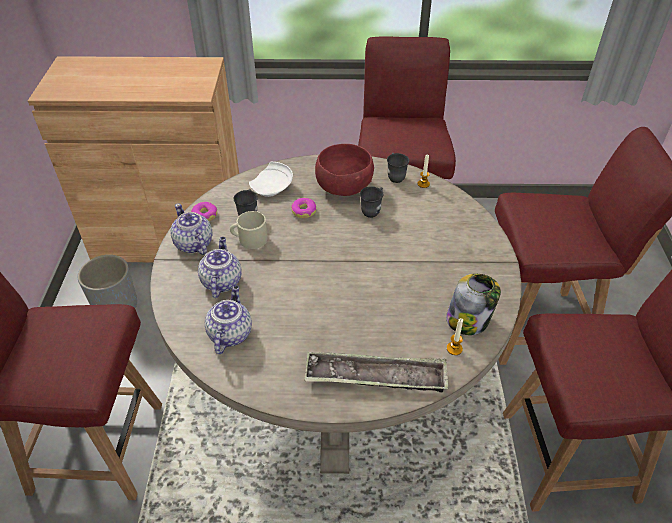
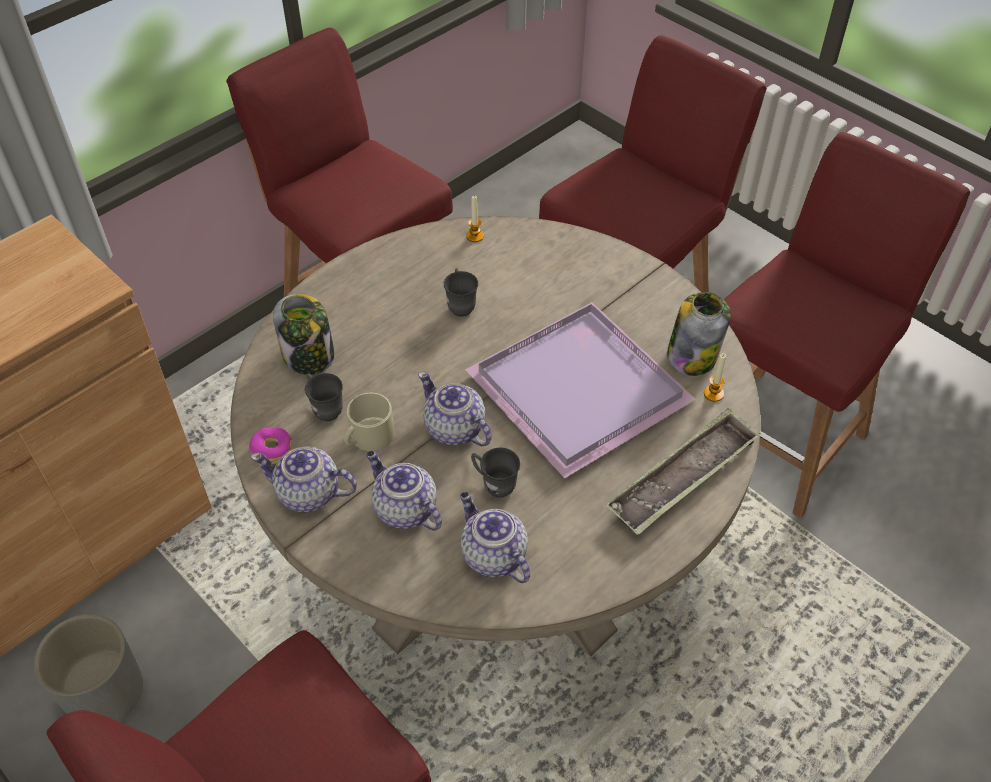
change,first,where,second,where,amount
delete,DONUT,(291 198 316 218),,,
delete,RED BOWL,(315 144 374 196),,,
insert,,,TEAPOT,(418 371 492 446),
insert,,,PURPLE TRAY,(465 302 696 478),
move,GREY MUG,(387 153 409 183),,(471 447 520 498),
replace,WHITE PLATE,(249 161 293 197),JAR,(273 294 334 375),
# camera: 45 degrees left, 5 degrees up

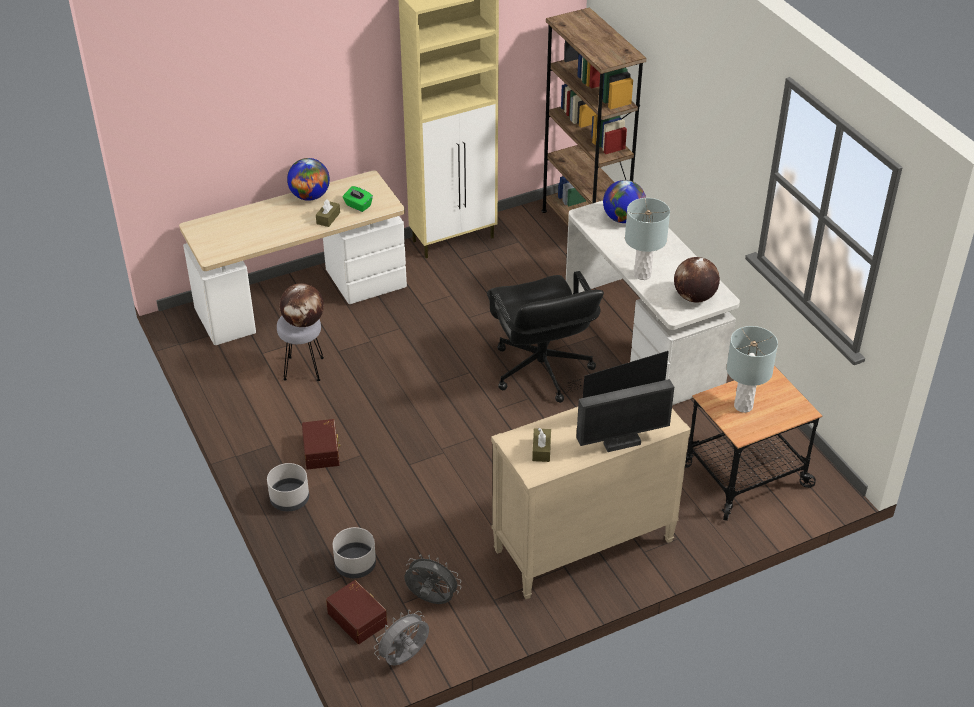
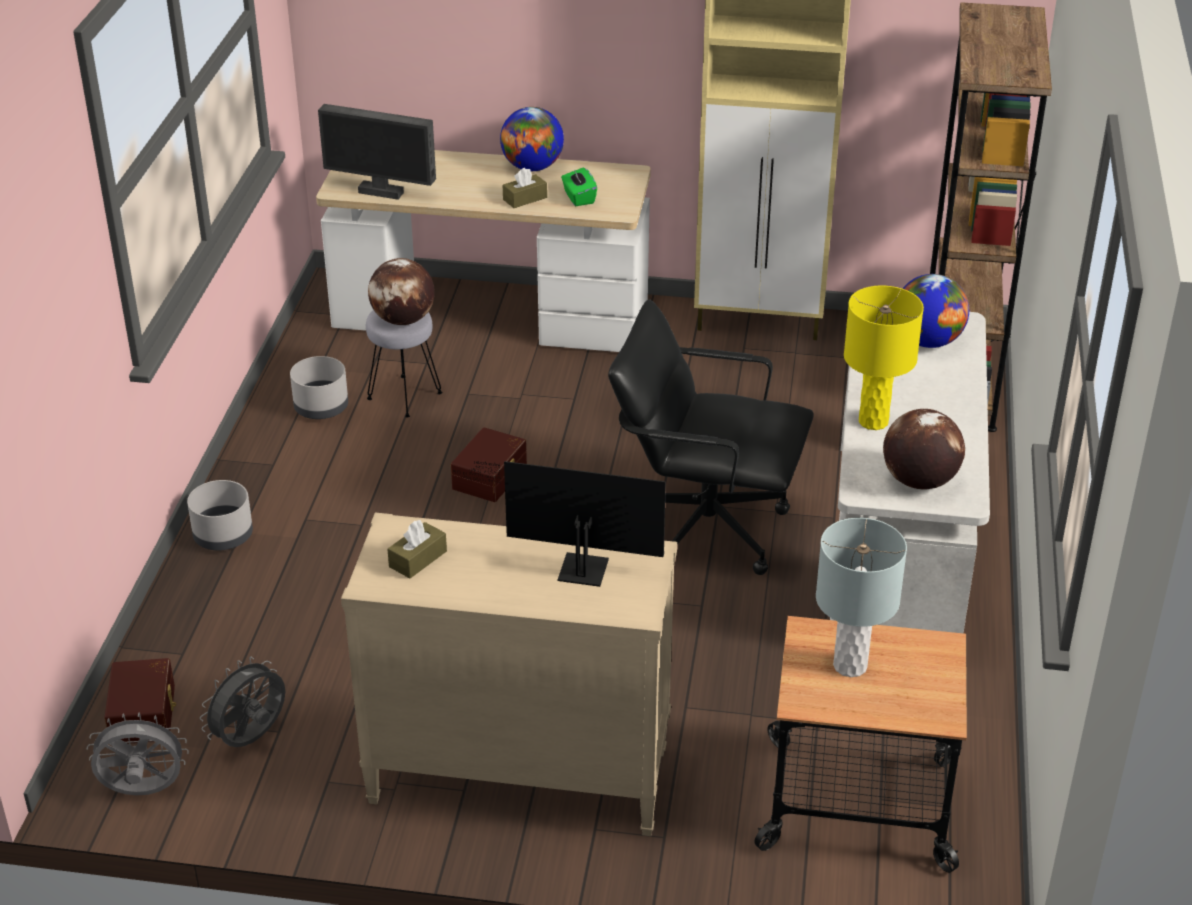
change,first,where,second,where,amount
move,BROWN STORAGE BOX,(302 419 341 470),,(451 427 527 502),
move,GREY PLANTER,(333 527 376 578),,(290 356 348 419),
move,MONITOR,(576 379 674 452),,(318 104 436 200),
recolor,GREY TABLE LAMP,(625 198 670 280),YELLOW TABLE LAMP,(844 285 924 430),
rotate,GREY FAN,(404 554 461 604),,(200 656 285 747),105 degrees counterclockwise
rotate,BLACK OFFICE CHAIR,(487 271 604 403),,(608 299 814 575),90 degrees clockwise
# camera: 35 degrees right, 5 degrees down

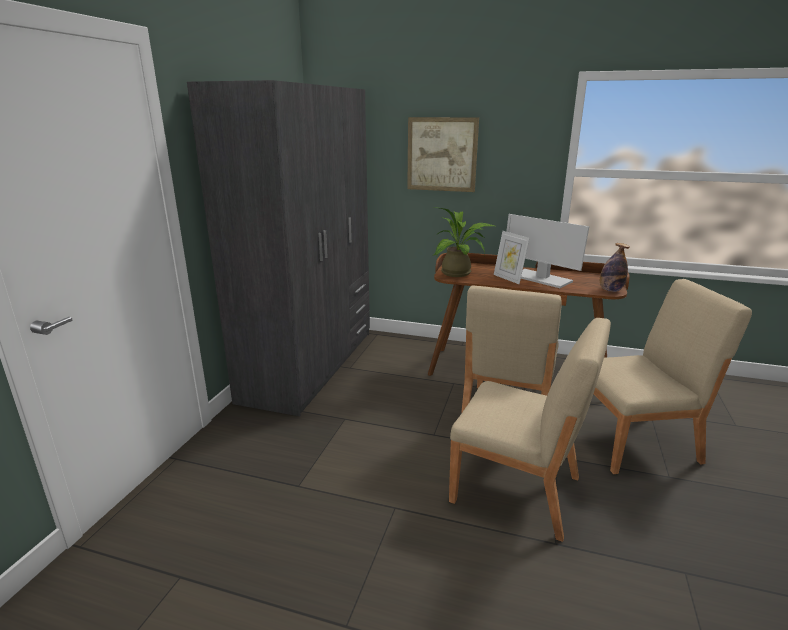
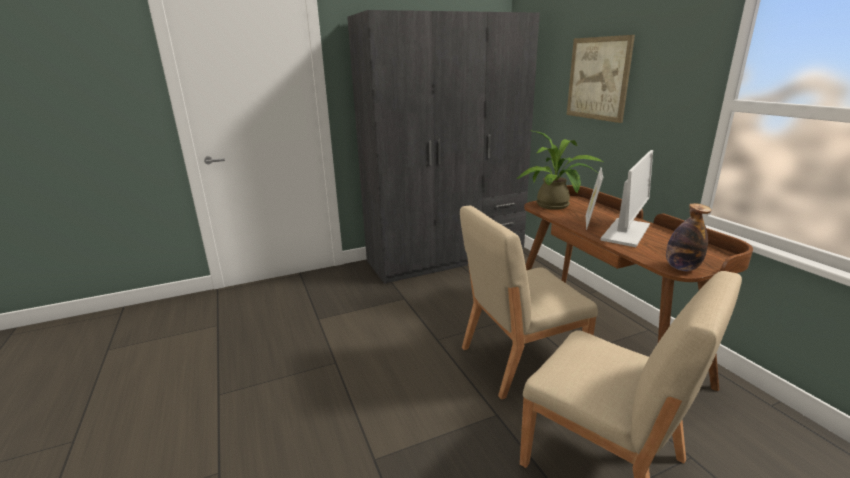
change,first,where,second,where,amount
delete,BEIGE CHAIR,(449 318 611 542),,,
rotate,MONITOR,(506 214 590 288),,(600 150 653 247),150 degrees counterclockwise
# camera: 50 degrees right, 0 degrees up

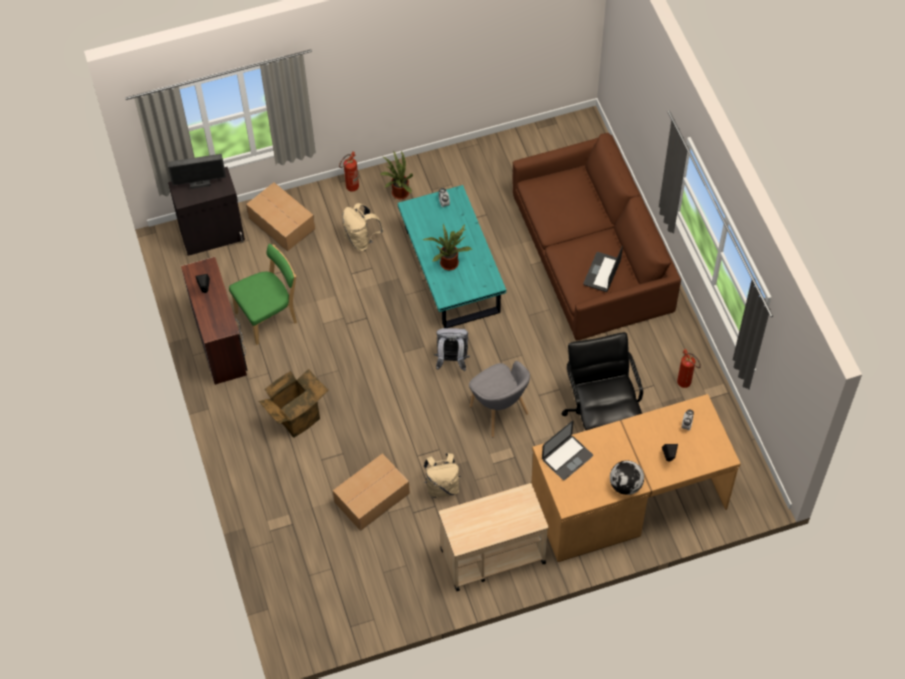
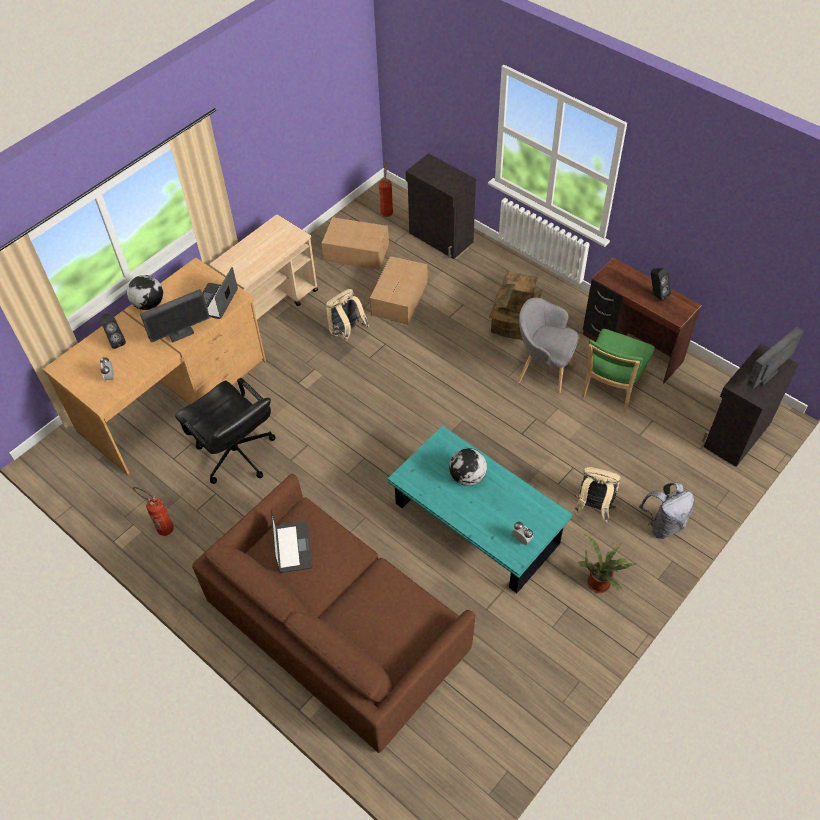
change,first,where,second,where,amount
insert,,,MONITOR,(140 289 210 343),
insert,,,BLACK CABINET,(406 153 476 259),
move,CARDBOARD BOX,(246 182 315 251),,(322 217 389 270),
move,FIRE EXTINGUISHER,(339 151 359 192),,(379 161 393 217),
move,GREY BACKPACK,(434 328 470 371),,(639 482 694 539),
move,GREY ARMCHAIR,(469 361 530 437),,(517 298 579 394),
replace,POTTED PLANT,(423 223 472 270),GLOBE,(449 448 487 486),
# camera: 150 degrees right, 5 degrees down

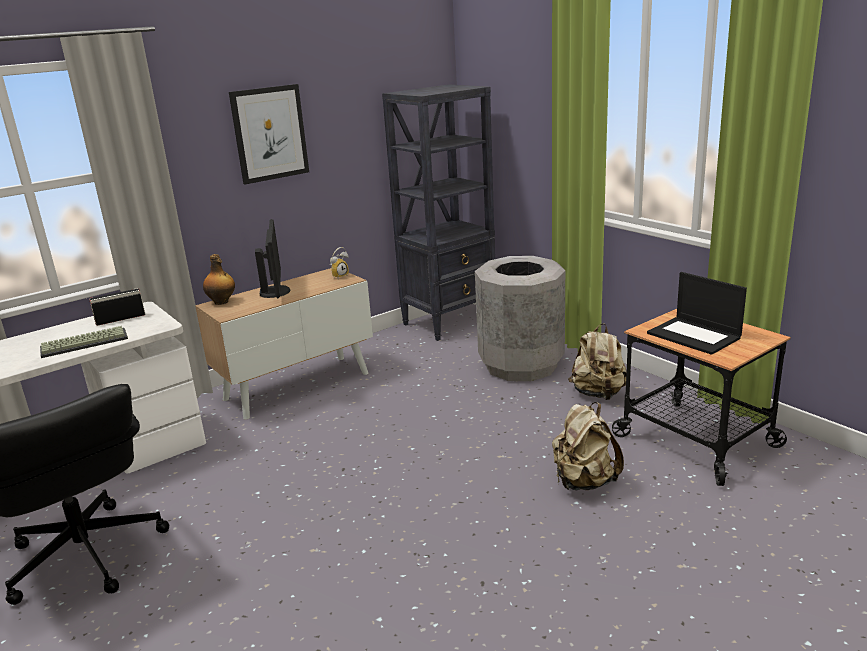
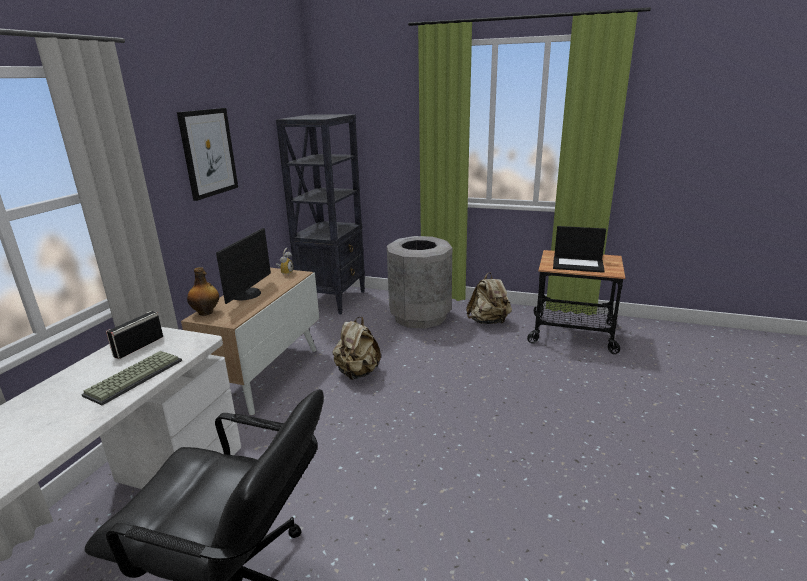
change,first,where,second,where,amount
move,BEIGE BACKPACK,(552 402 624 490),,(332 317 381 380),
rotate,MONITOR,(255 219 291 298),,(216 228 271 304),60 degrees clockwise
# camera: 35 degrees left, 0 degrees up

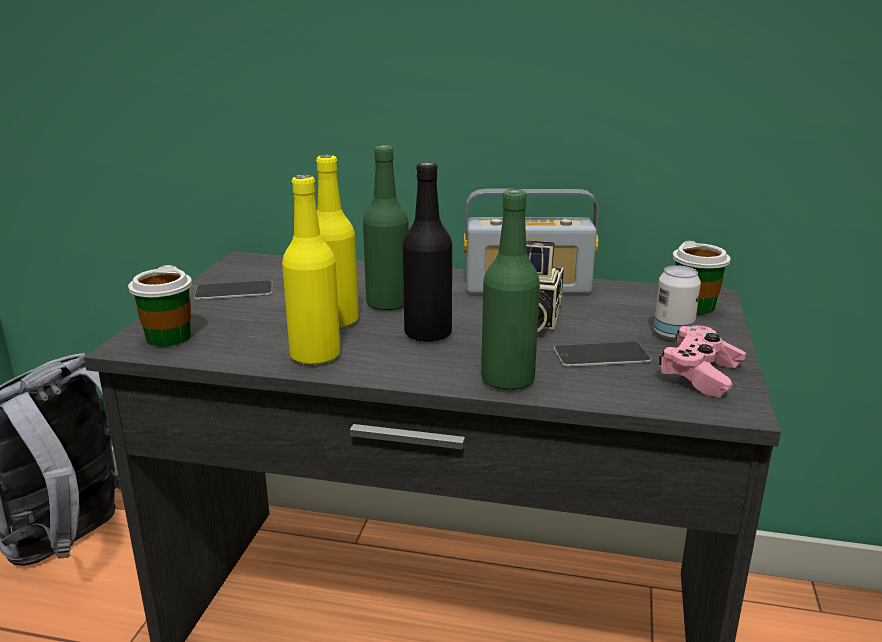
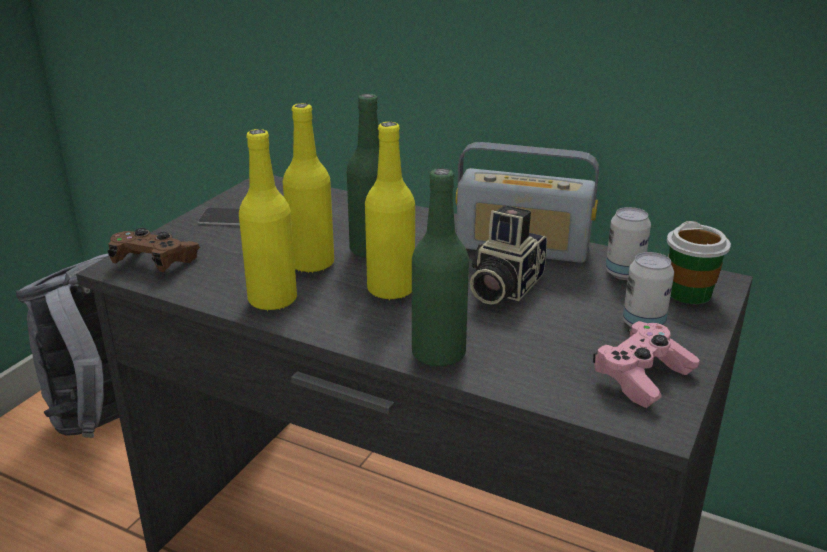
change,first,where,second,where,amount
delete,PHONE,(554 342 651 367),,,
insert,,,CAN,(605 207 651 280),
replace,CUP,(128 265 192 347),BROWN GAME CONTROLLER,(108 228 200 272),
recolor,BLACK BOTTLE,(403 162 452 342),YELLOW BOTTLE,(365 122 415 300),
# camera: 15 degrees right, 5 degrees up

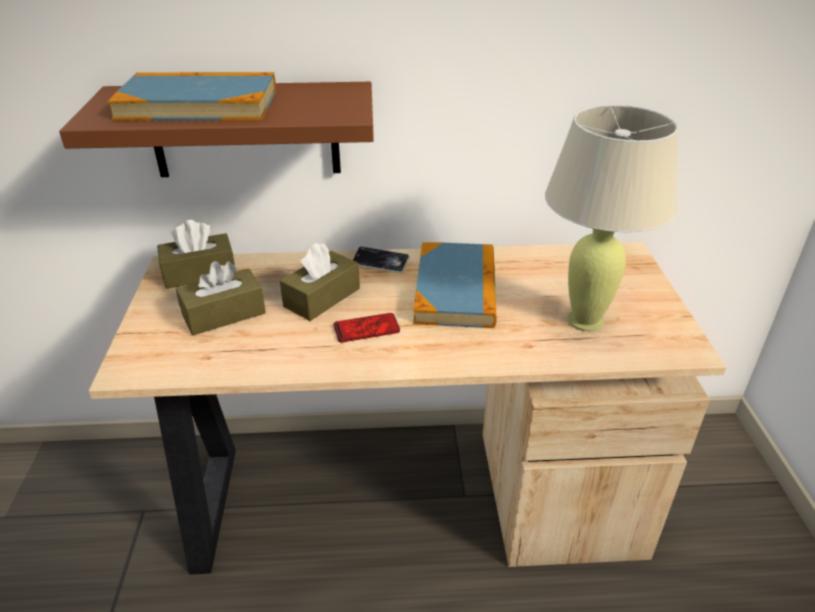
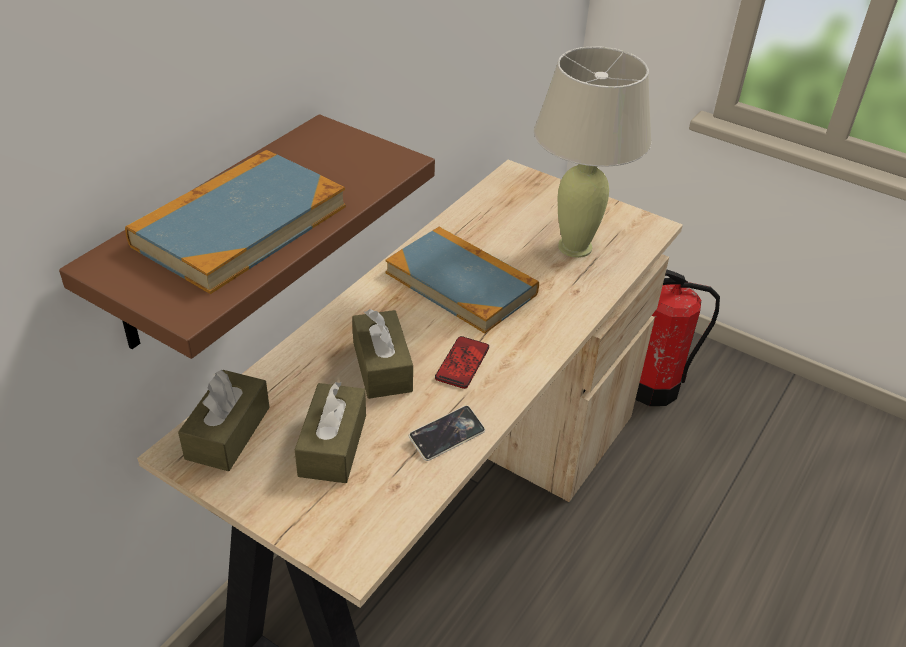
change,first,where,second,where,amount
insert,,,FIRE EXTINGUISHER,(635 269 720 406),
move,PHONE,(353 246 409 273),,(409 405 485 461),
# camera: 55 degrees left, 5 degrees up

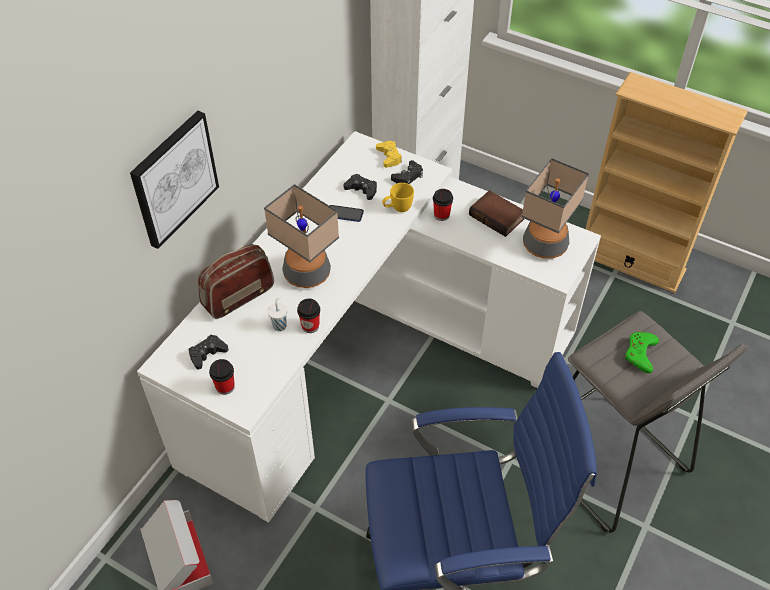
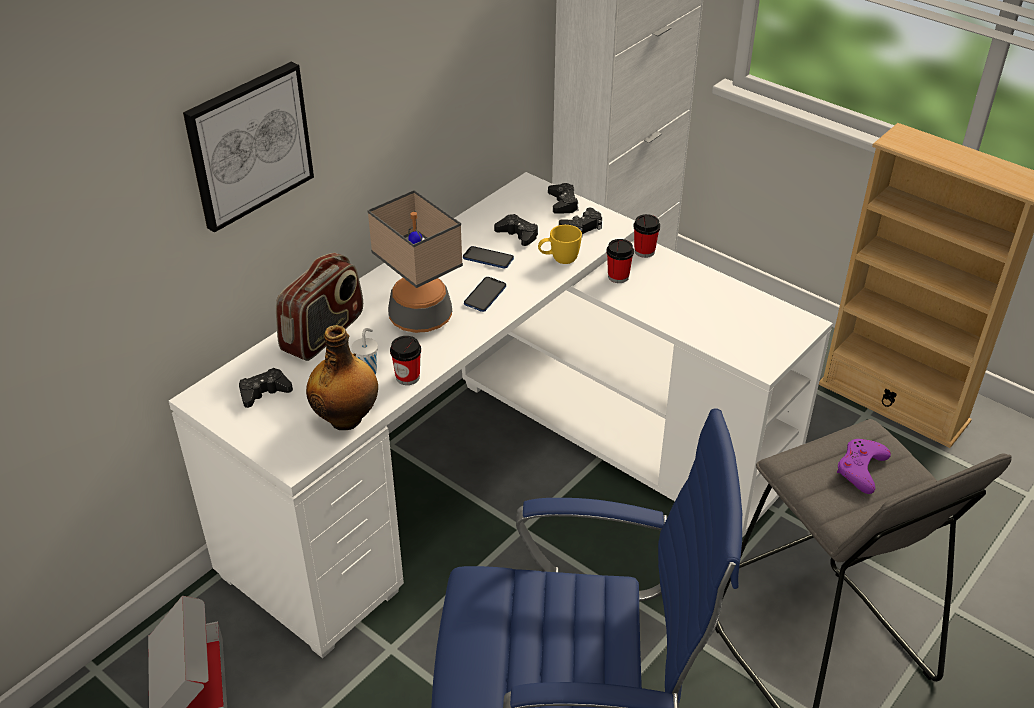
change,first,where,second,where,amount
delete,BOOK,(469 190 524 237),,,
delete,TABLE LAMP,(521 158 589 259),,,
insert,,,BOTTLE,(306 325 378 430),
insert,,,PHONE,(464 277 506 312),
move,CUP,(209 359 235 395),,(633 214 660 258),
recolor,YELLOW GAME CONTROLLER,(376 141 402 168),BLACK GAME CONTROLLER,(548 183 578 214),
recolor,GREEN GAME CONTROLLER,(625 332 659 373),PURPLE GAME CONTROLLER,(837 439 891 494),
rotate,RADIO,(198 244 274 319),,(276 253 363 361),150 degrees clockwise
# camera: 10 degrees right, 10 degrees down

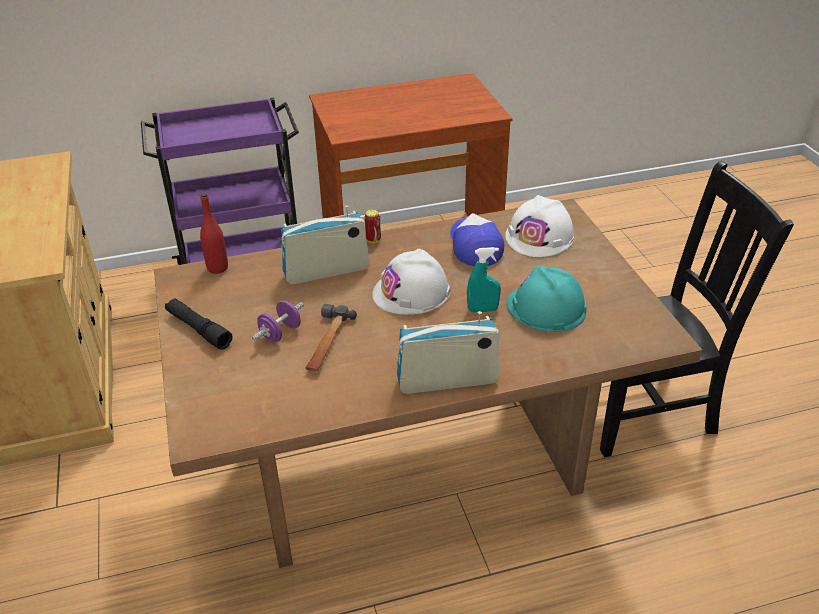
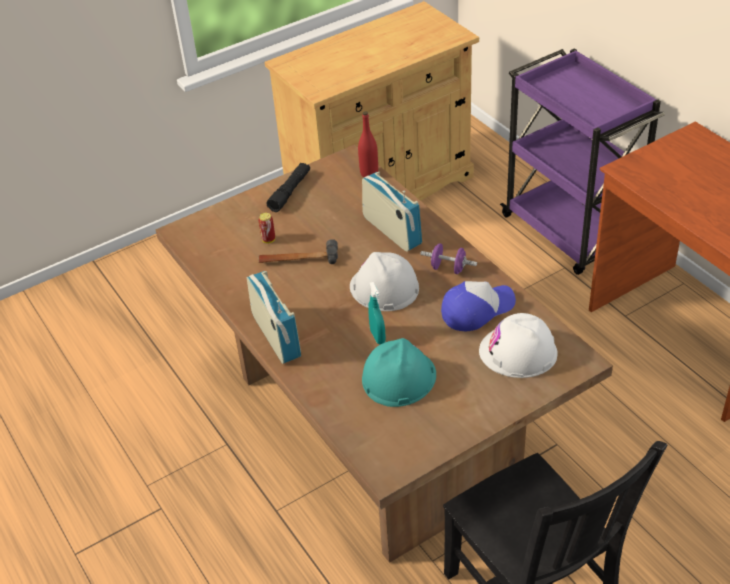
change,first,where,second,where,amount
move,PURPLE DUMBBELL,(252 300 304 342),,(420 243 477 274),
move,CAN,(365 210 381 243),,(258 213 275 243),
# camera: 75 degrees right, 5 degrees up

